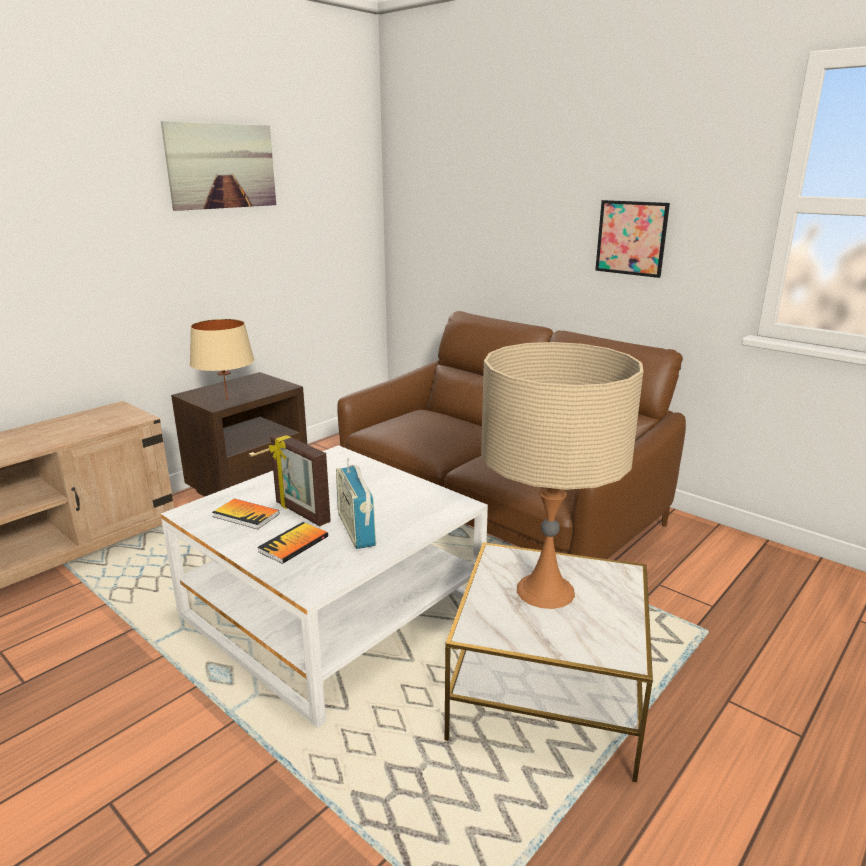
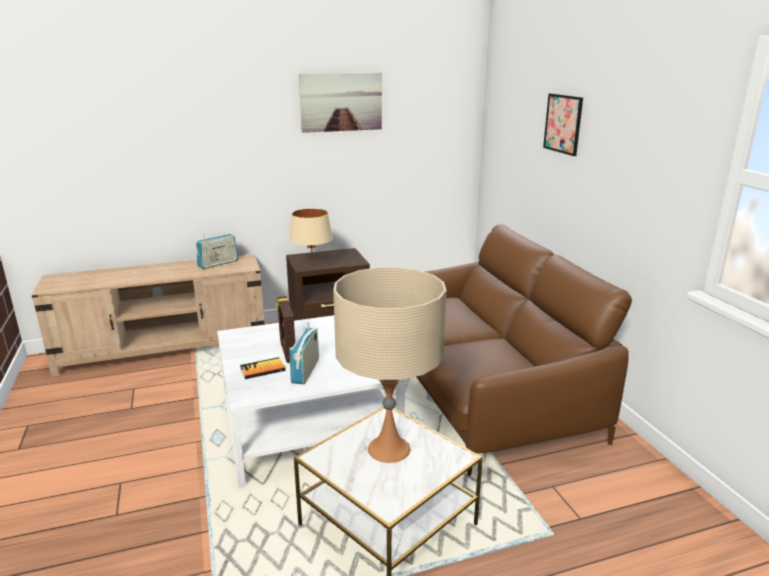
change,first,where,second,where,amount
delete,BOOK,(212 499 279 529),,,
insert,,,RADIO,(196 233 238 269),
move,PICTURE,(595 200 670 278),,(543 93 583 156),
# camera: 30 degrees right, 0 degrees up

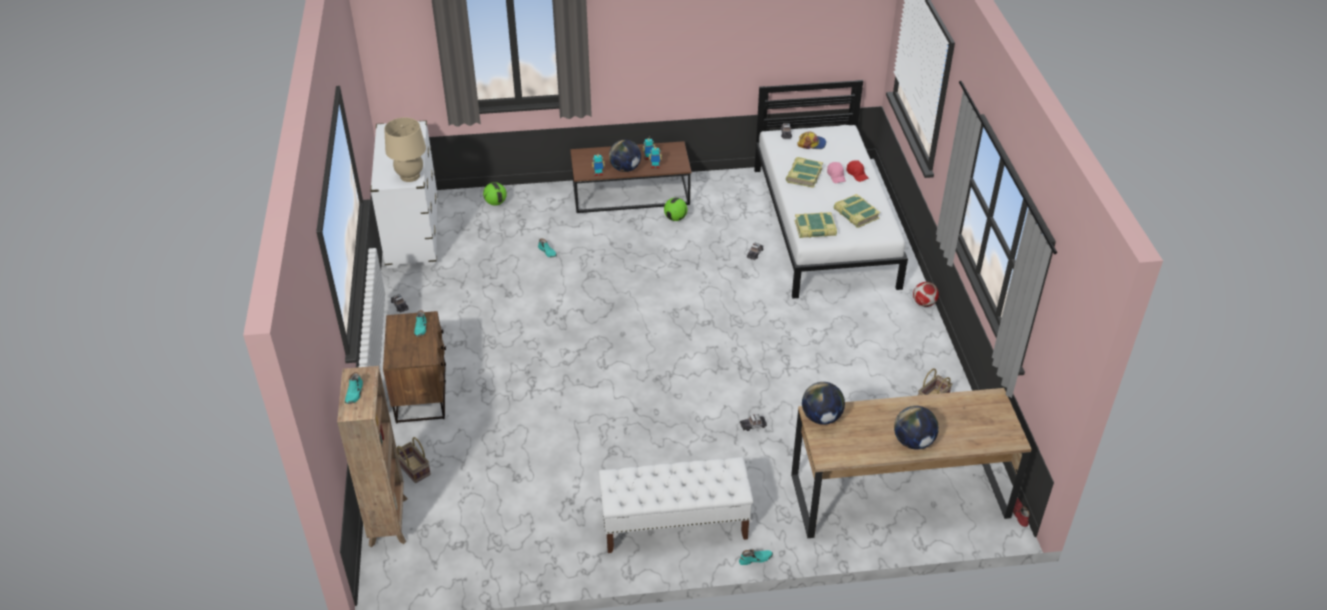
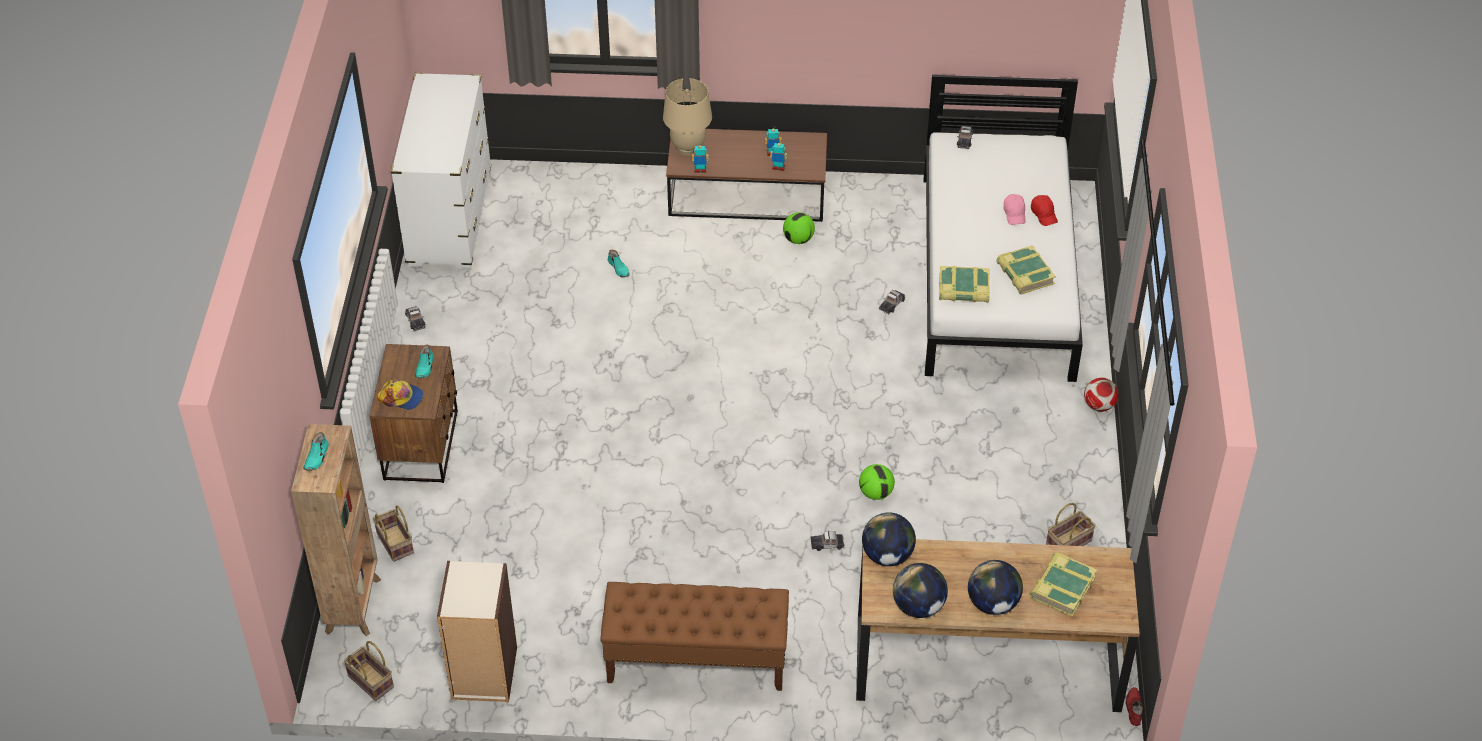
change,first,where,second,where,amount
delete,TURQUOISE SHOE,(739 549 773 565),,,
insert,,,BASKET,(344 641 394 701),
insert,,,BOOKCASE,(437 561 517 702),
move,BEIGE TABLE LAMP,(384 118 426 182),,(663 78 712 156),
move,FOOTBALL,(483 182 507 206),,(859 464 895 500),
move,GLOBE,(609 140 641 172),,(893 563 948 618),
move,BOOK,(786 157 823 188),,(1030 552 1097 617),
move,CAP,(797 132 826 149),,(377 380 423 410),
recolor,WHITE BENCH,(599 457 753 553),BROWN BENCH,(600 582 789 691),
# camera: 10 degrees right, 5 degrees up

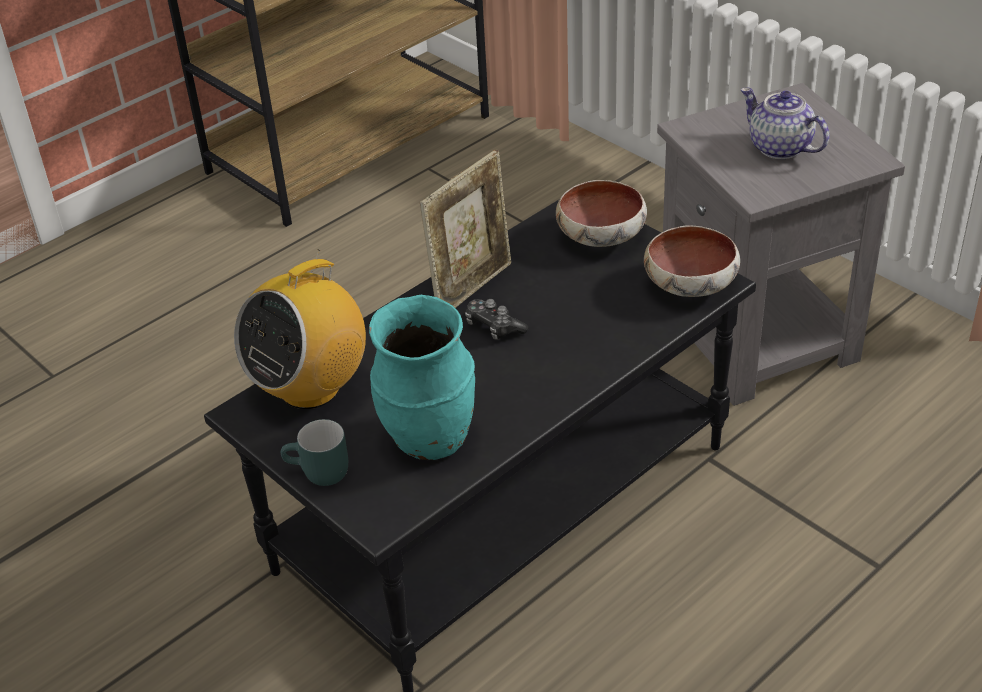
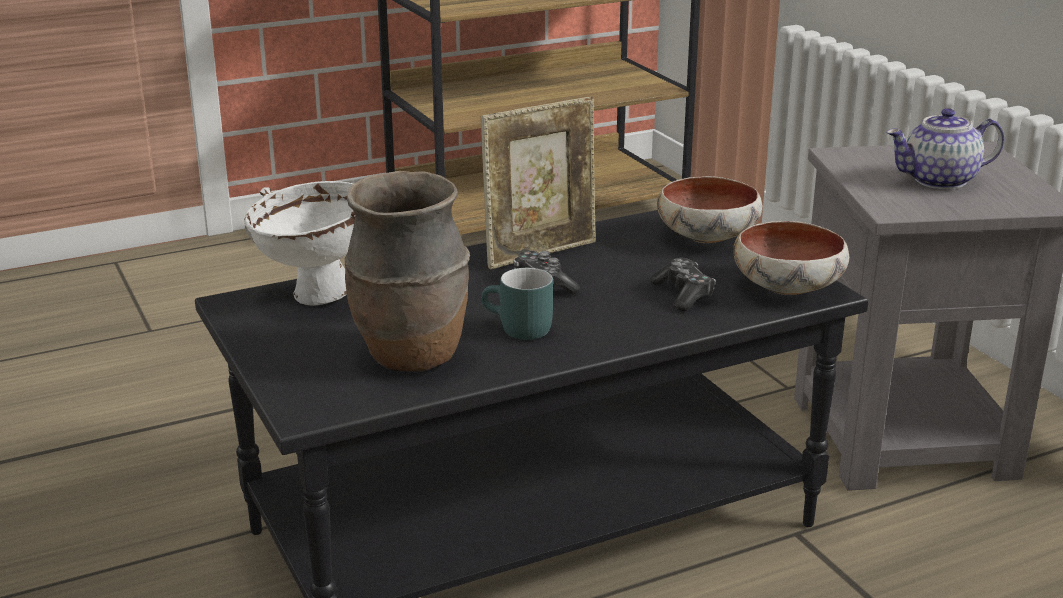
change,first,where,second,where,amount
insert,,,GAME CONTROLLER,(650 258 716 311),
move,TURQUOISE MUG,(281 419 348 486),,(481 268 553 340),
replace,RADIO,(234 250 366 409),WHITE BOWL,(244 181 355 306),
recolor,TURQUOISE VASE,(369 295 475 460),BROWN VASE,(345 171 470 372),
rotate,TEAPOT,(741 88 829 159),,(887 108 1004 189),75 degrees counterclockwise
# camera: 15 degrees right, 15 degrees down

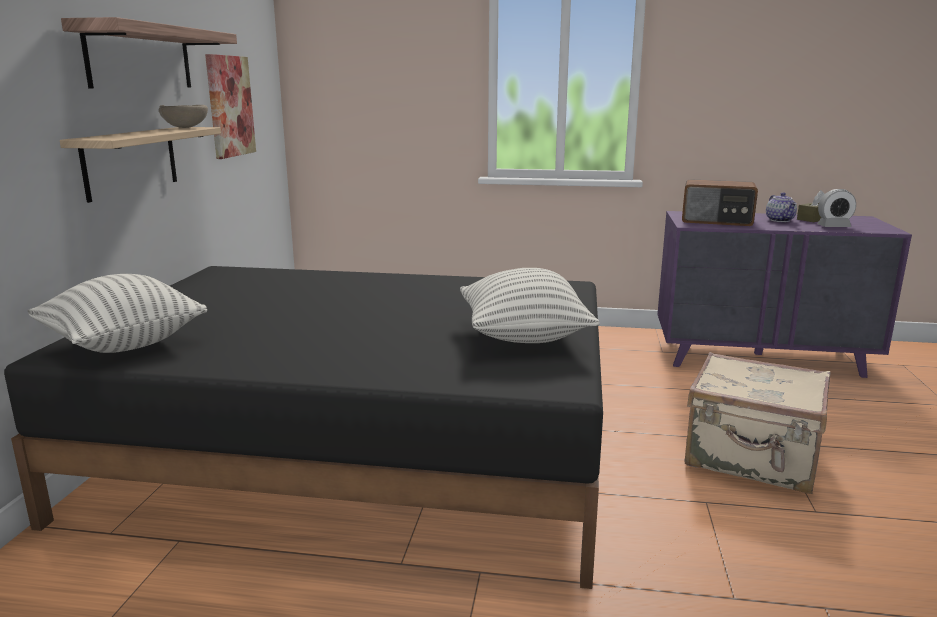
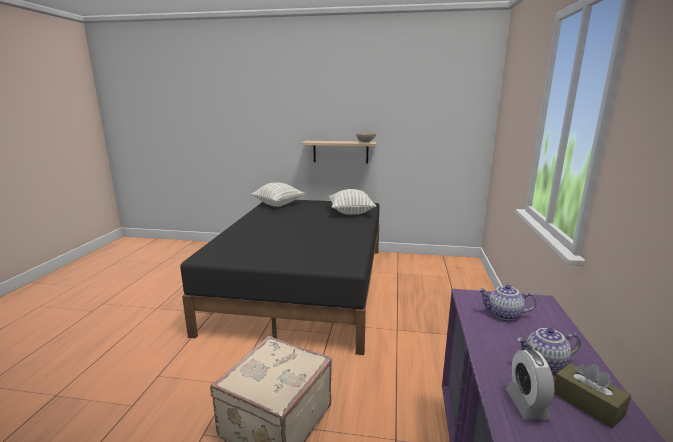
change,first,where,second,where,amount
delete,SHELF,(61 17 237 89),,,
delete,PICTURE,(205 54 256 159),,,
move,PILLOW,(460 268 600 343),,(329 189 376 215),
replace,RADIO,(682 179 758 226),TEAPOT,(478 285 537 320),
# camera: 90 degrees right, 0 degrees up

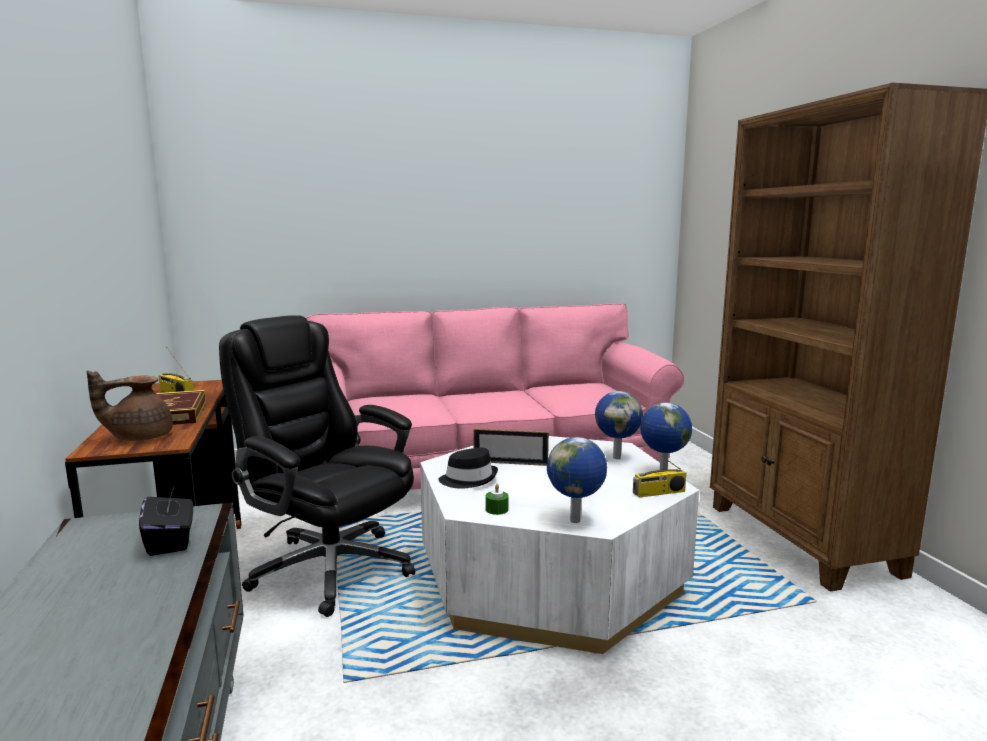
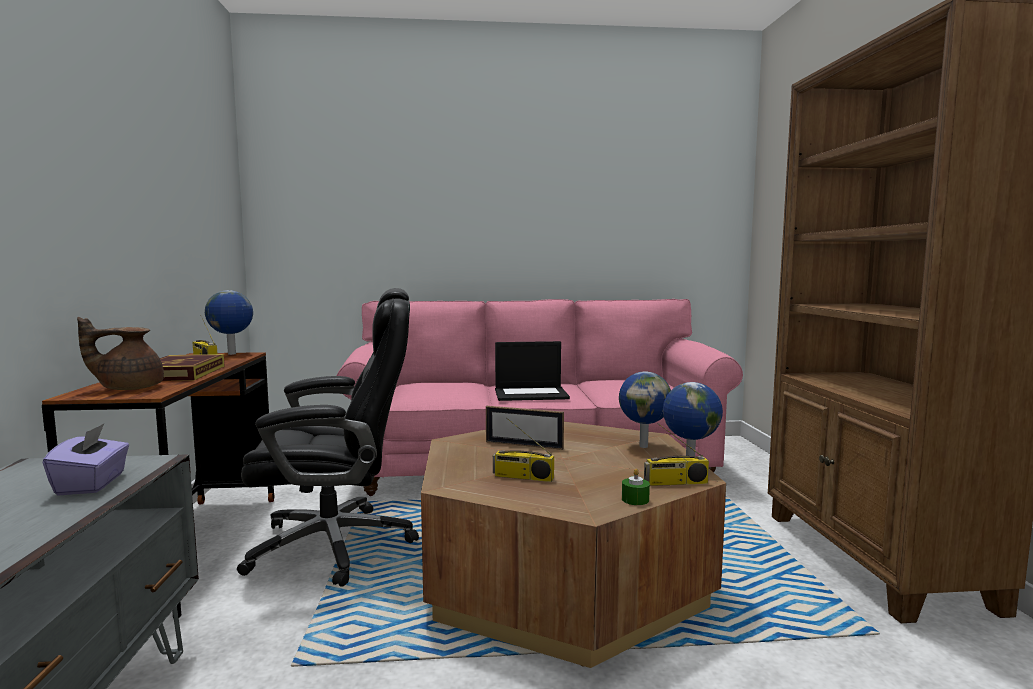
change,first,where,second,where,amount
delete,BLACK HAT,(438 448 498 489),,,
insert,,,RADIO,(493 418 554 482),
insert,,,LAPTOP,(495 341 570 401),
move,GREEN CANDLE,(486 484 509 515),,(622 468 650 505),
move,GLOBE,(547 437 607 523),,(205 290 253 355),
recolor,BLACK TISSUE BOX,(139 485 193 556),PURPLE TISSUE BOX,(43 424 129 496),
recolor,WHITE COFFEE TABLE,(420 436 699 654),BROWN COFFEE TABLE,(421 422 726 668),
rotate,BLACK OFFICE CHAIR,(219 315 415 617),,(237 288 419 587),120 degrees clockwise
# camera: 10 degrees right, 5 degrees down

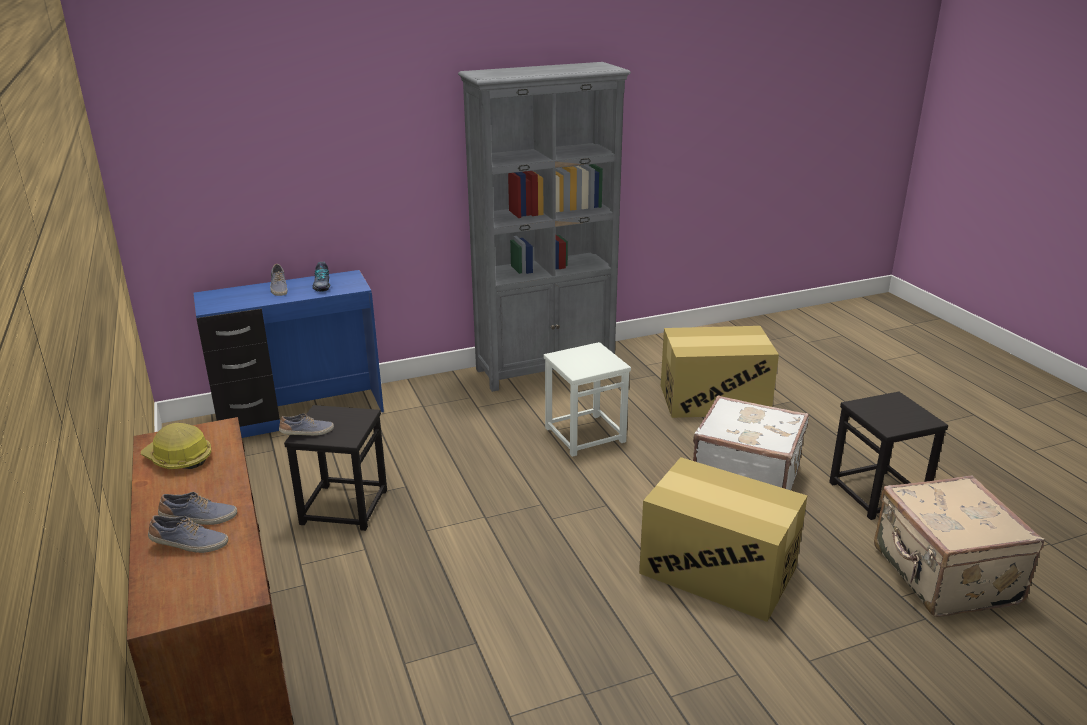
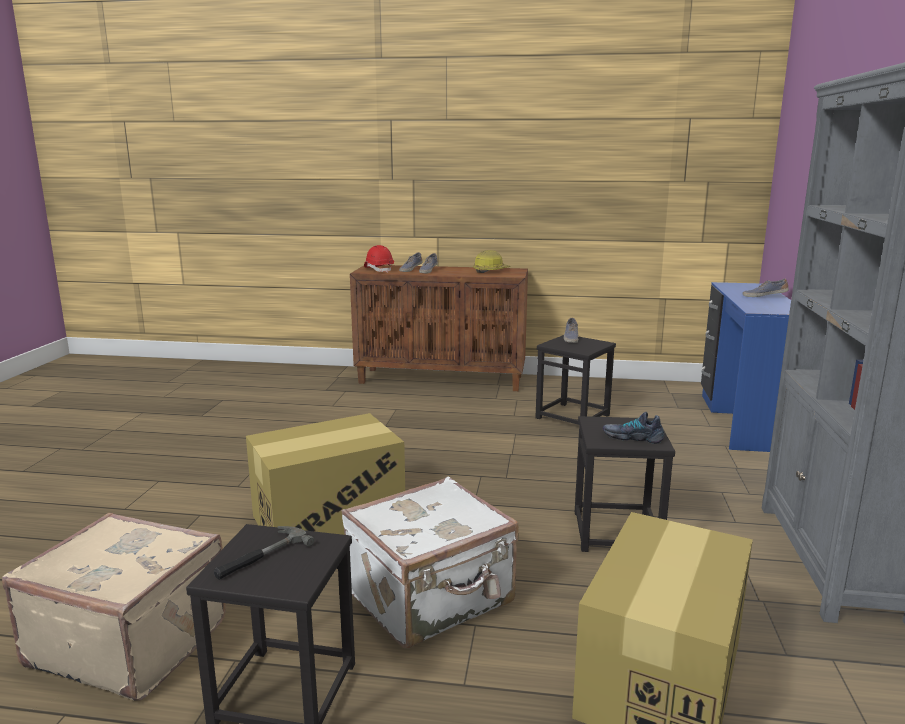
change,first,where,second,where,amount
insert,,,HAMMER,(214 526 314 580),
insert,,,RED HARD HAT,(364 245 394 273),
move,SHOE,(313 262 330 292),,(603 412 665 444),
recolor,WHITE STOOL,(543 342 631 457),BLACK STOOL,(575 416 675 552),
# camera: 120 degrees right, 10 degrees down

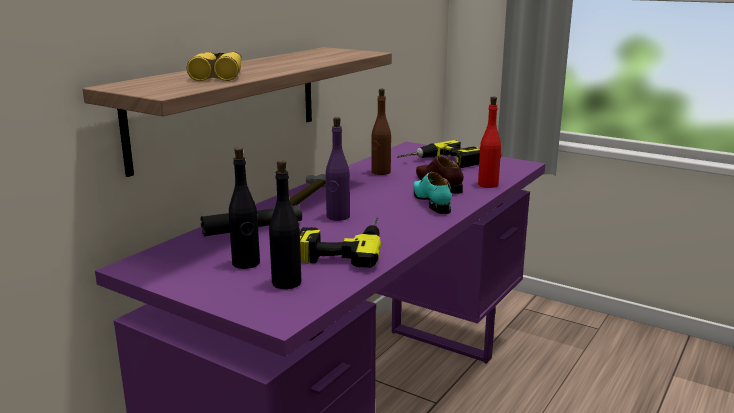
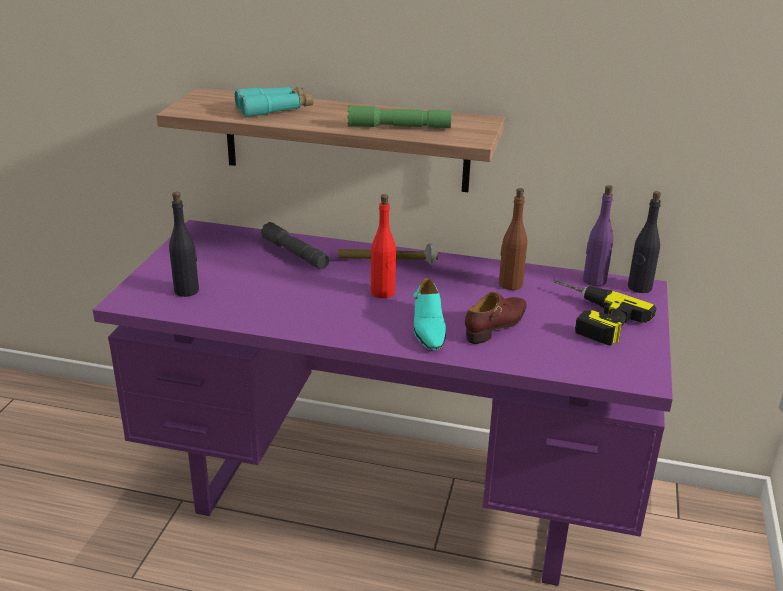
change,first,where,second,where,amount
delete,POWER DRILL,(300 217 381 268),,,
insert,,,GREEN FLASHLIGHT,(347 105 452 129),
move,BLACK BOTTLE,(229 147 260 269),,(628 191 661 293),
move,PURPLE BOTTLE,(326 117 350 221),,(583 185 613 286),
move,RED BOTTLE,(478 97 501 188),,(371 194 396 298),
recolor,YELLOW BINOCULARS,(187 52 242 81),TURQUOISE BINOCULARS,(235 87 313 117),
rotate,TURQUOISE SHOE,(413 172 451 214),,(413 278 446 350),120 degrees clockwise
# camera: 70 degrees right, 10 degrees up

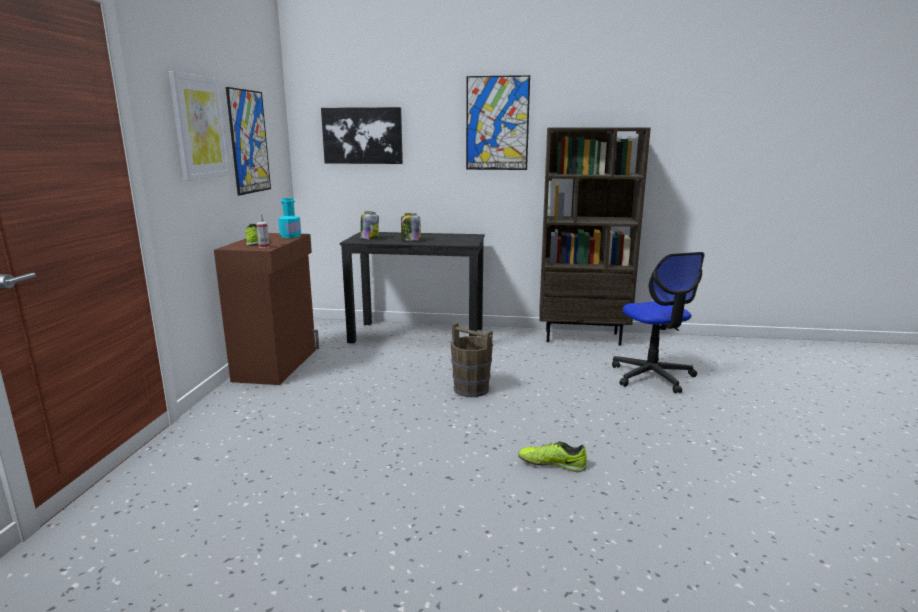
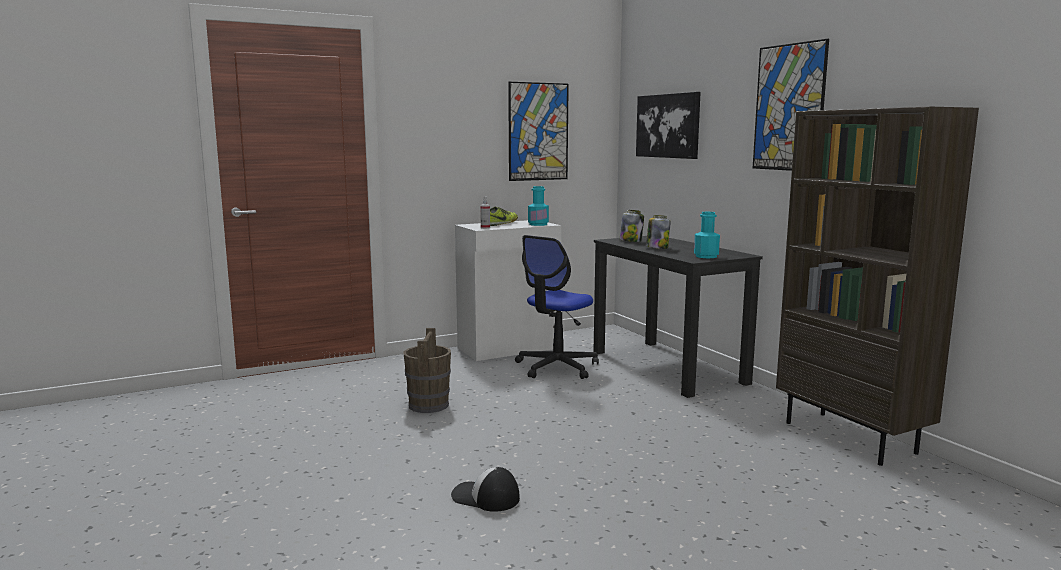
change,first,where,second,where,amount
delete,PICTURE,(169 71 231 181),,,
insert,,,TURQUOISE BOTTLE,(694 212 720 258),
move,BROWN BUCKET,(451 323 493 397),,(403 328 451 413),
move,OFFICE CHAIR,(612 252 705 394),,(515 235 599 379),
replace,SHOE,(518 441 587 472),CAP,(451 467 520 512),
recolor,BROWN CABINET,(214 233 319 385),WHITE CABINET,(455 220 561 361),
# camera: 55 degrees right, 5 degrees down

